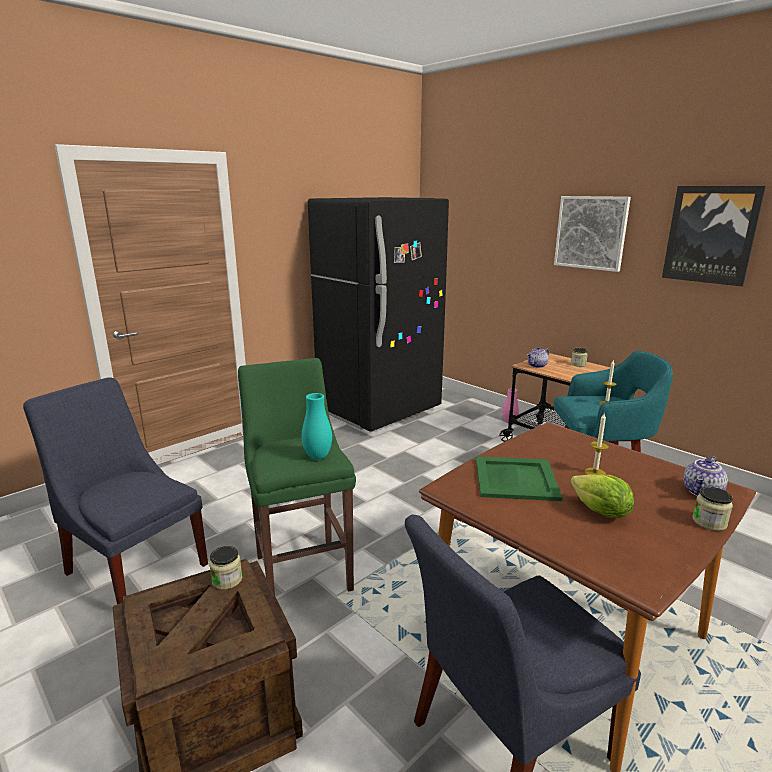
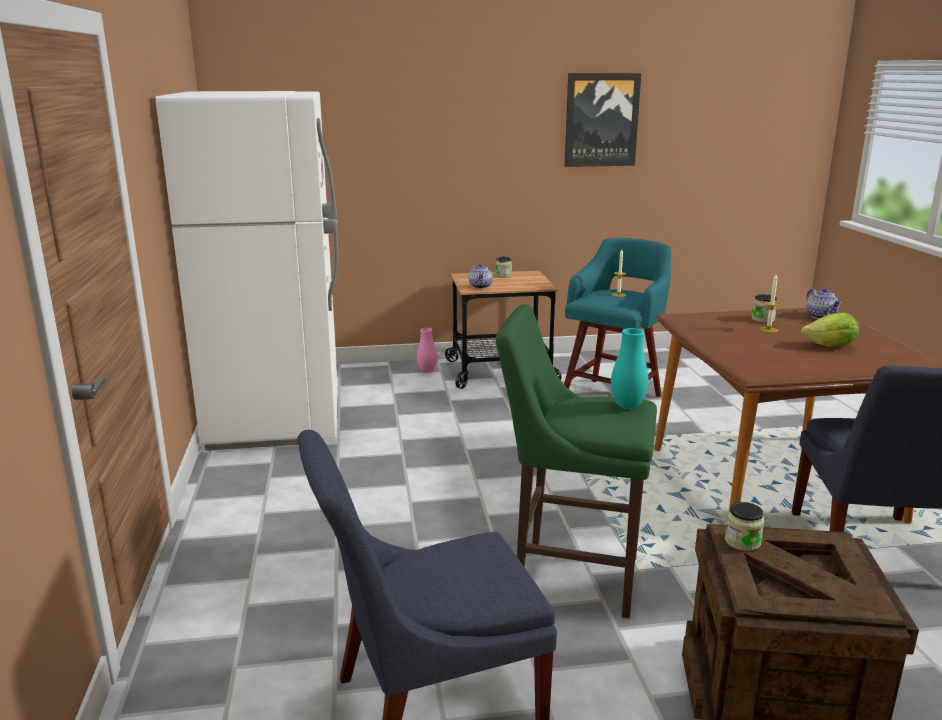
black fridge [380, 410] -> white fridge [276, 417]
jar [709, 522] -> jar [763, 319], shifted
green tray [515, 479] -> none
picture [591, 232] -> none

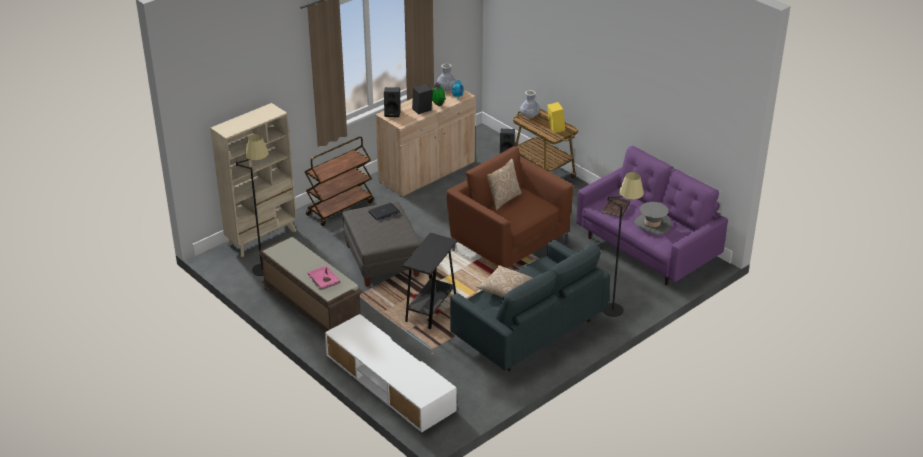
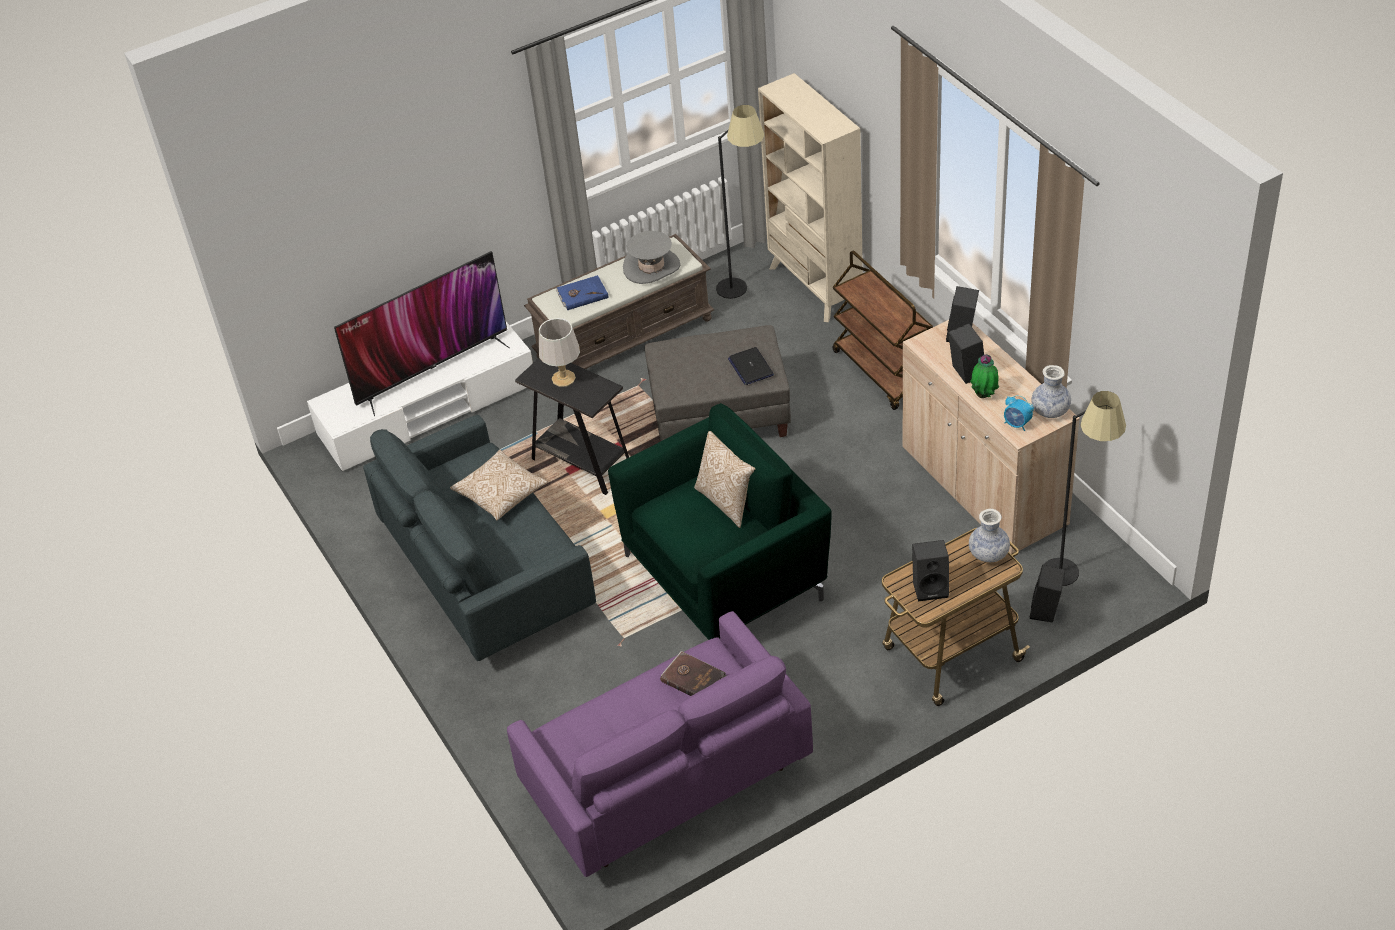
none -> television [432, 369]
none -> grey table lamp [563, 379]
pink book [323, 279] -> blue book [582, 294]
brown armchair [508, 245] -> green armchair [727, 576]
grey hat [652, 224] -> grey hat [651, 267], shifted
yellow speaker [554, 129] -> black speaker [931, 587]
black floor lamp [616, 304] -> black floor lamp [1075, 579], shifted

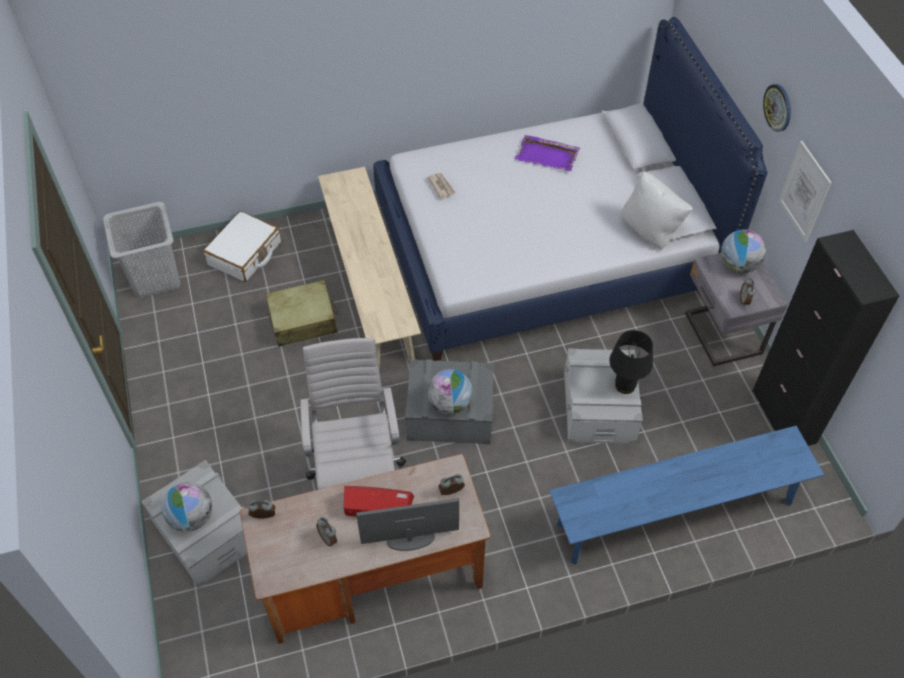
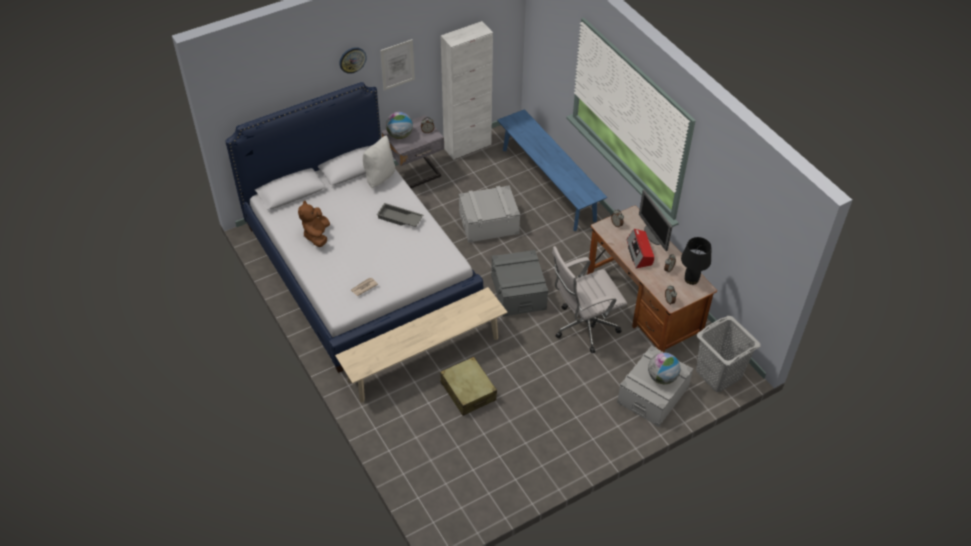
purple tray [547, 155] -> brown plush toy [317, 235]
none -> grey tray [399, 219]
black cabinet [783, 416] -> white cabinet [467, 146]
black table lamp [625, 386] -> black table lamp [691, 279], shifted
grey laundry basket [155, 277] -> grey laundry basket [718, 374], shifted
white suitcase [245, 254] -> none
globe [450, 404] -> none

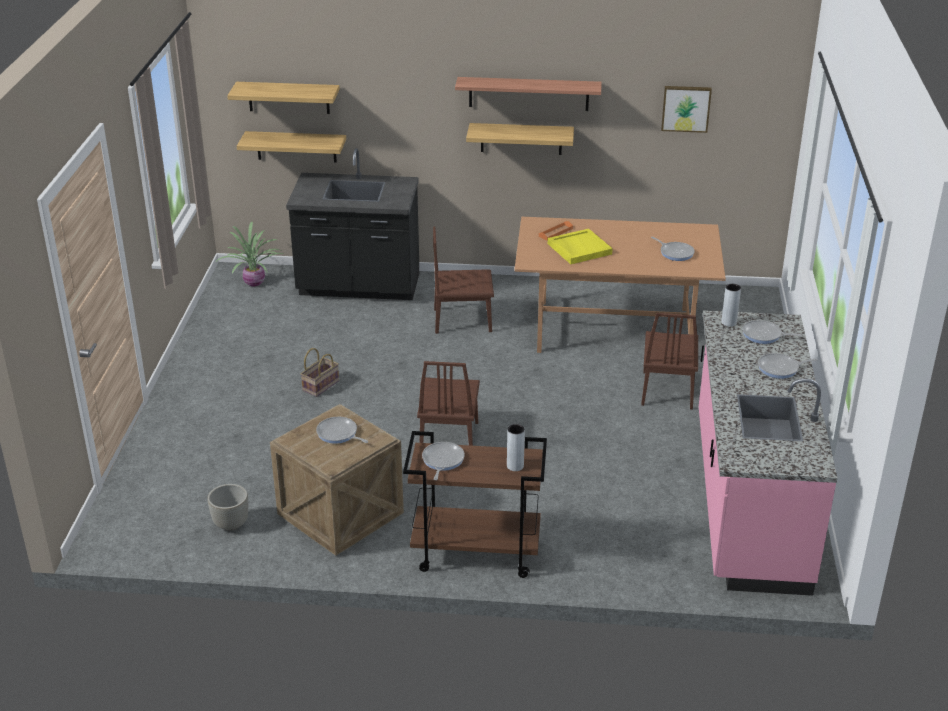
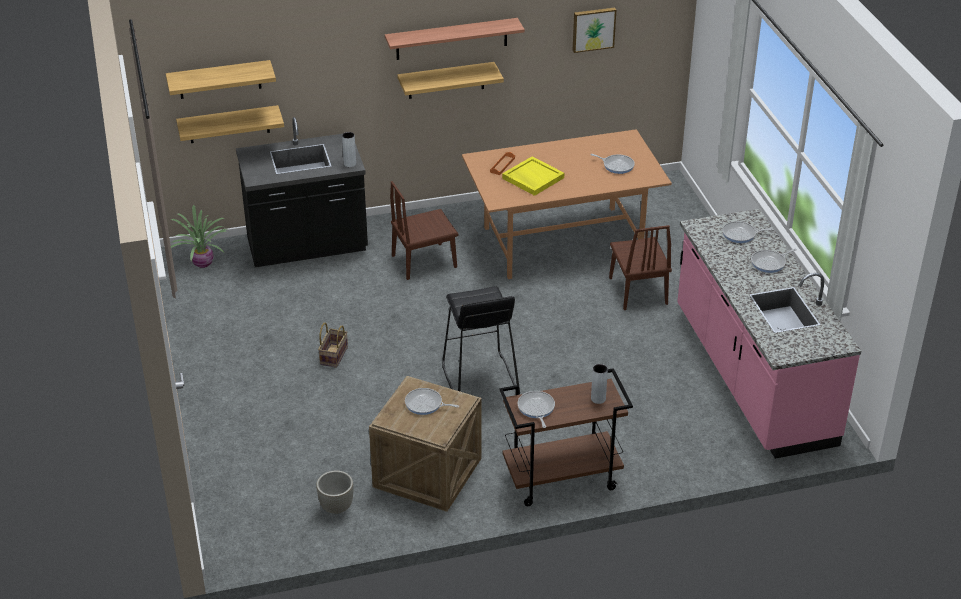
grey vase [728, 322] -> grey vase [350, 164], shifted
brown chair [449, 439] -> black stool [479, 380]

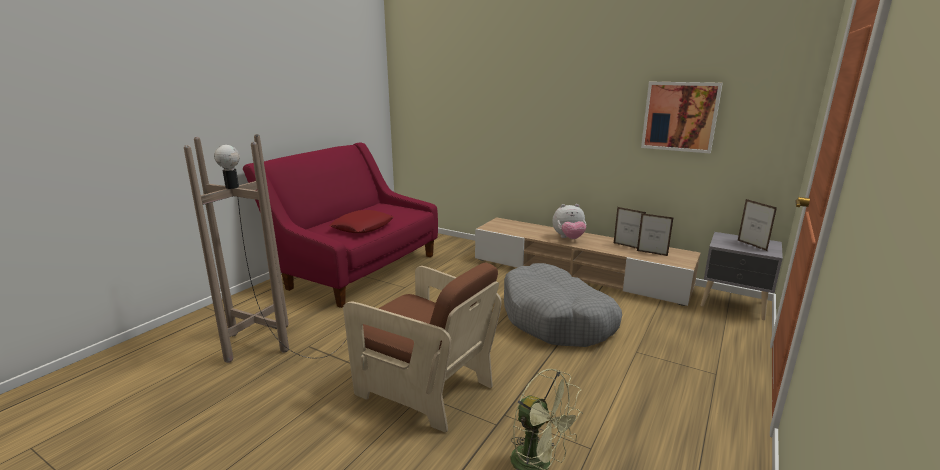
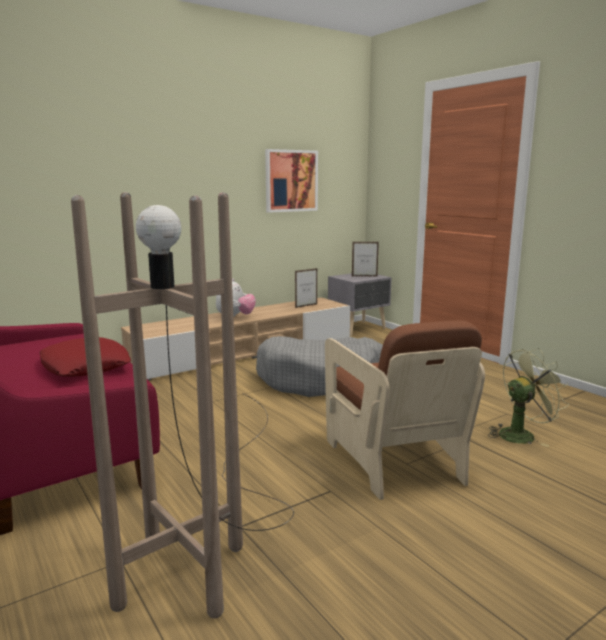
brown armchair [425, 388] -> brown armchair [395, 460], 105 degrees clockwise
picture frame [627, 246] -> none

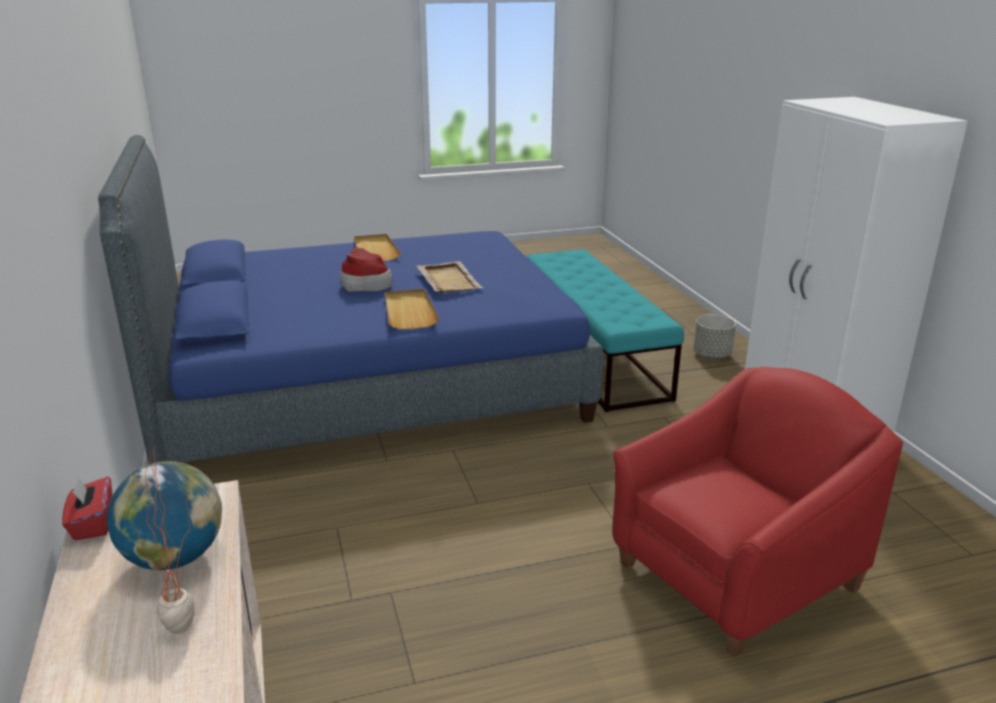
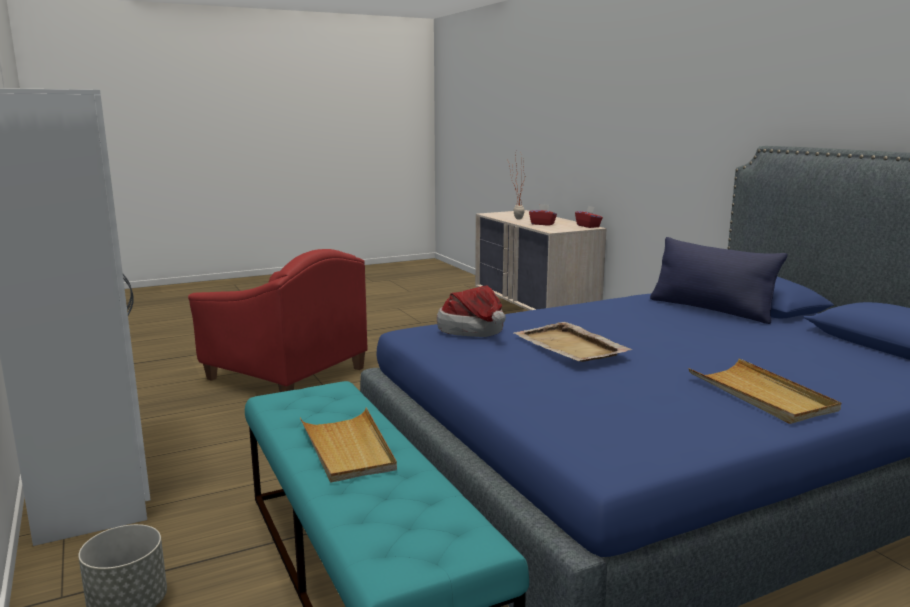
red armchair [734, 575] -> red armchair [284, 375], 105 degrees counterclockwise
beige tray [409, 312] -> beige tray [348, 449], shifted
hat [365, 284] -> hat [474, 331], shifted
globe [175, 557] -> red tissue box [542, 224]
none -> blue pillow [710, 309]

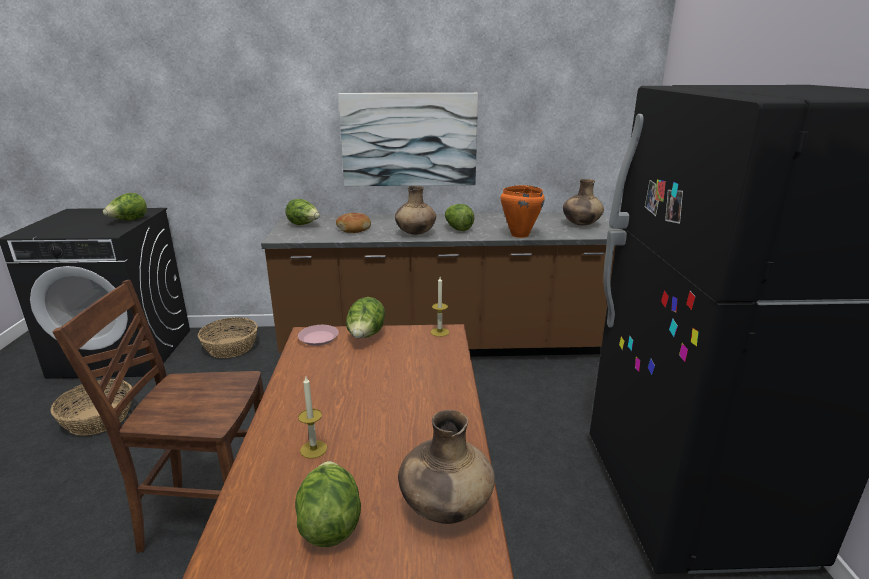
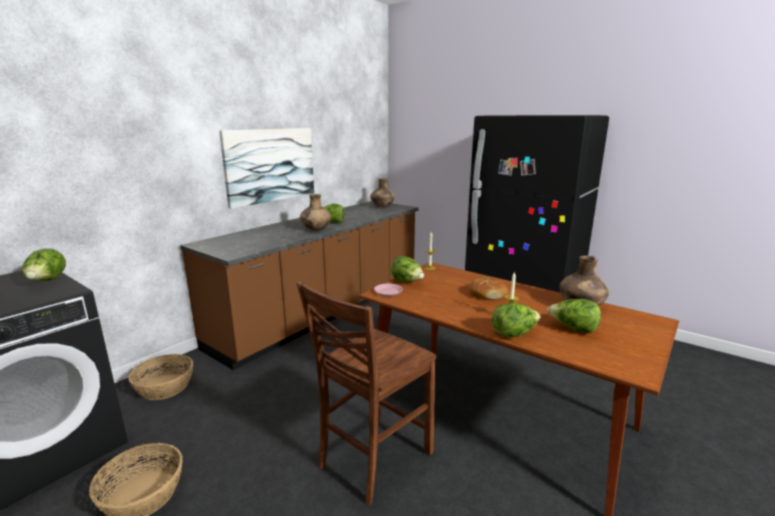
bread [354, 228] -> bread [487, 294], shifted
lettuce [304, 225] -> lettuce [513, 334], shifted
orange cooking pot [519, 235] -> none

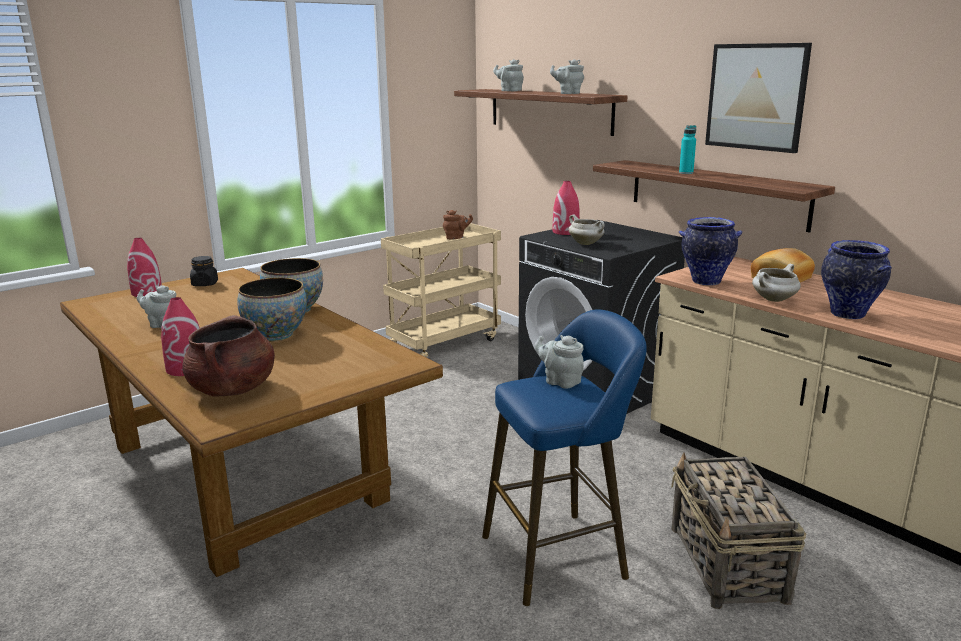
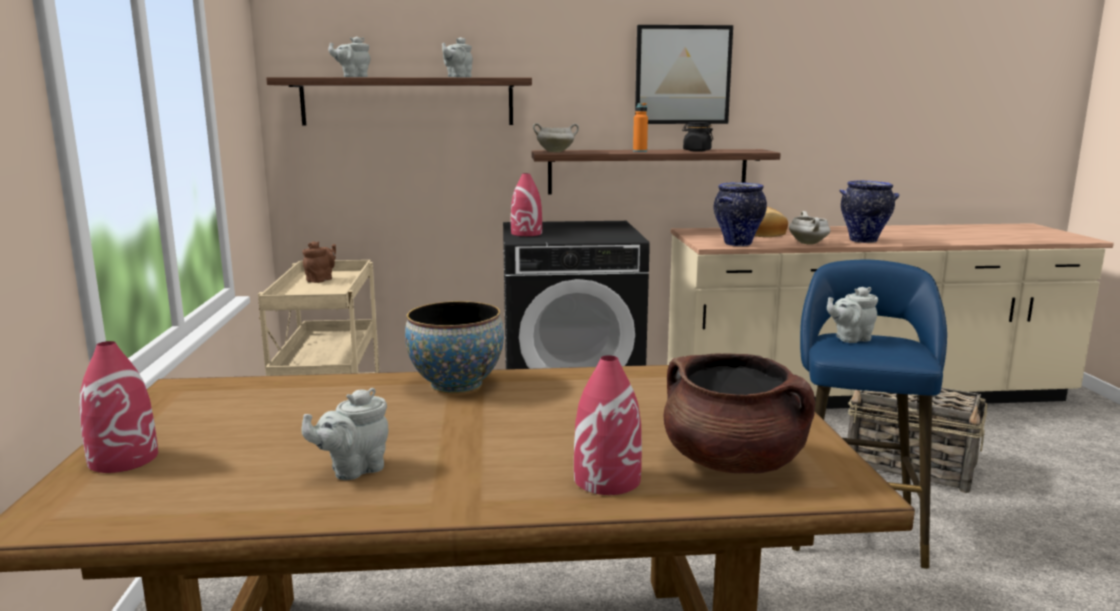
white cooking pot [586, 243] -> white cooking pot [556, 152], shifted
turquoise bottle [686, 173] -> orange bottle [640, 151]
black jar [205, 284] -> black jar [696, 151], shifted
bowl [275, 335] -> none

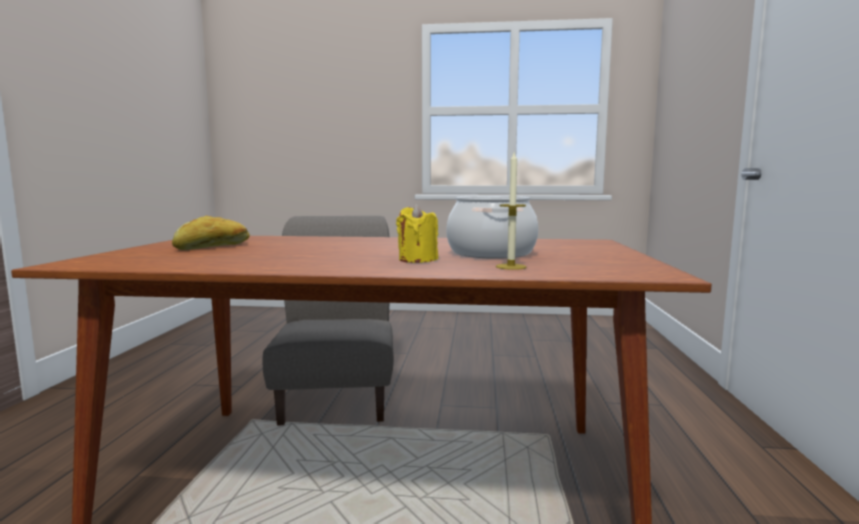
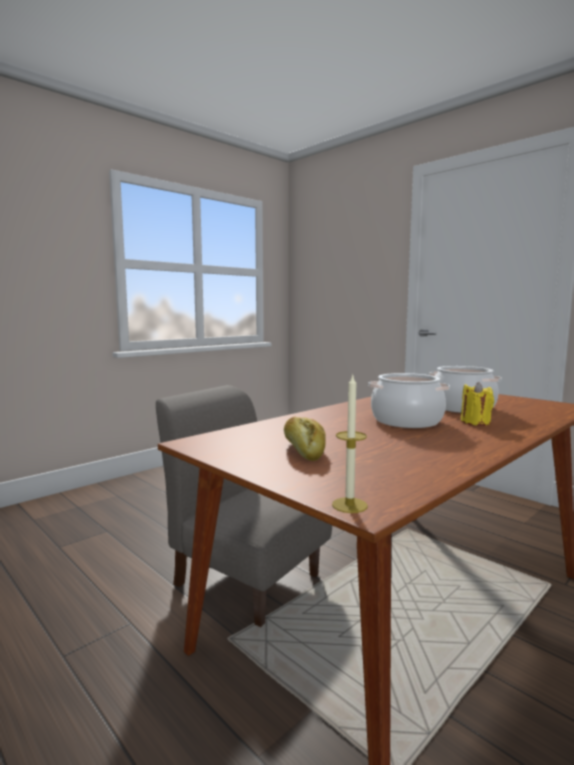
candle [511, 267] -> candle [349, 505], shifted
none -> cooking pot [407, 421]

